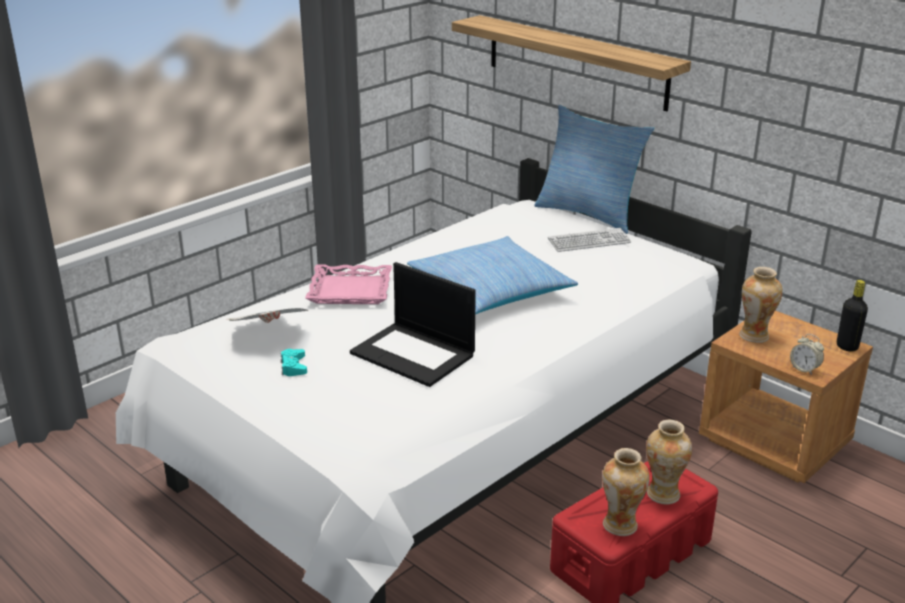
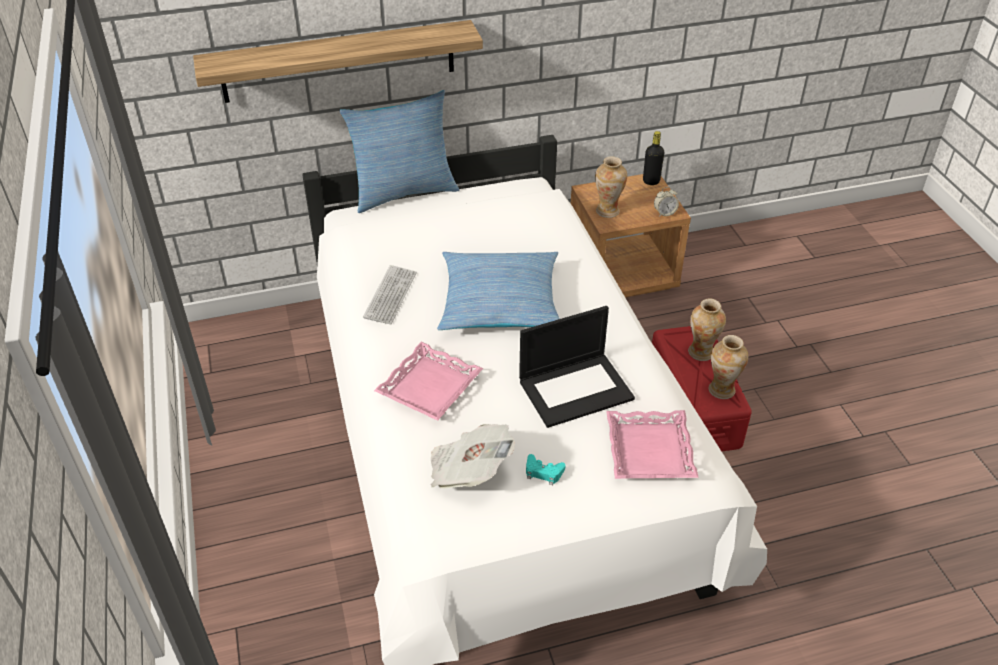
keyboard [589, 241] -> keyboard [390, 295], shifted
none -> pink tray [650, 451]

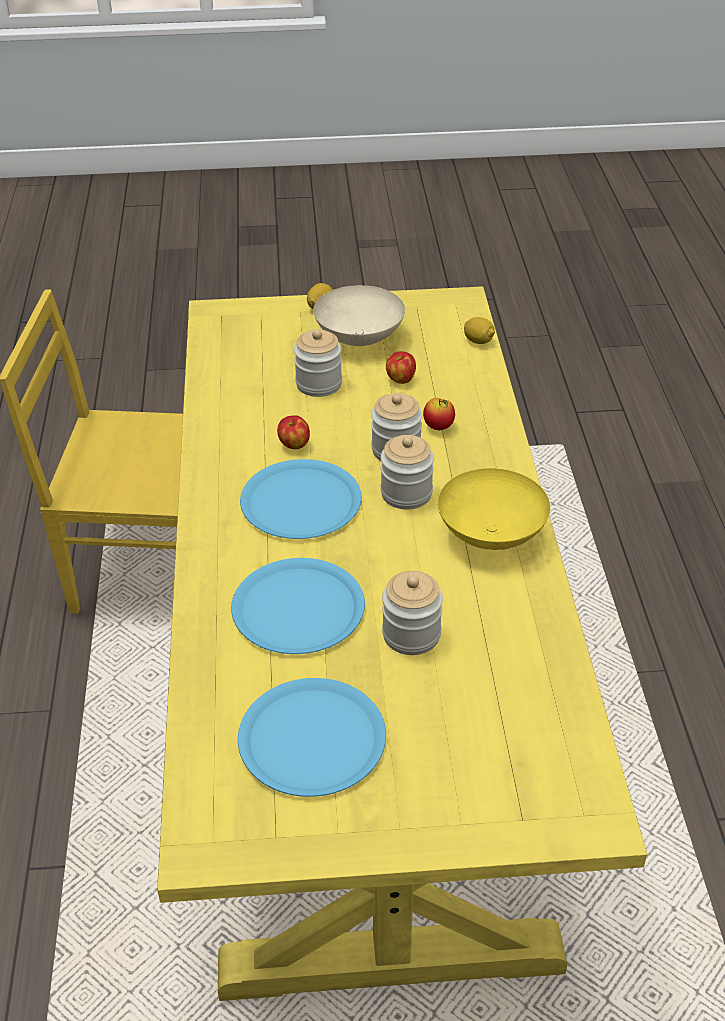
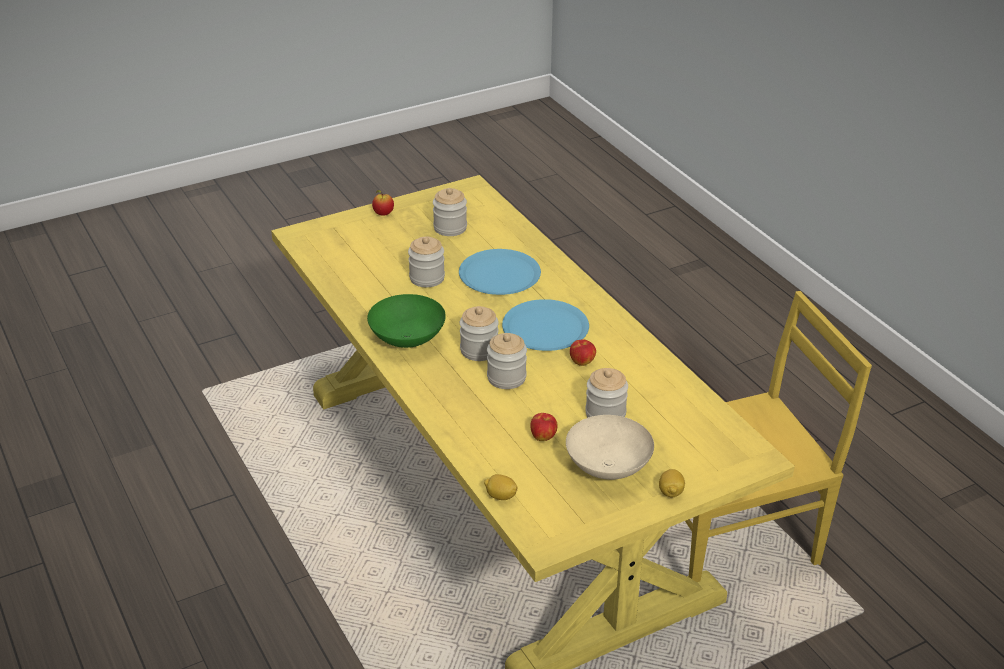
yellow bowl [489, 534] -> green bowl [409, 340]
apple [438, 427] -> apple [383, 214], shifted
blue plate [312, 739] -> jar [450, 228]

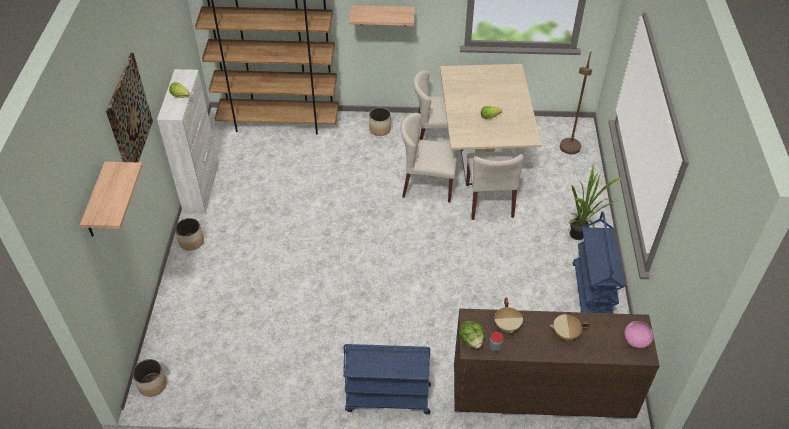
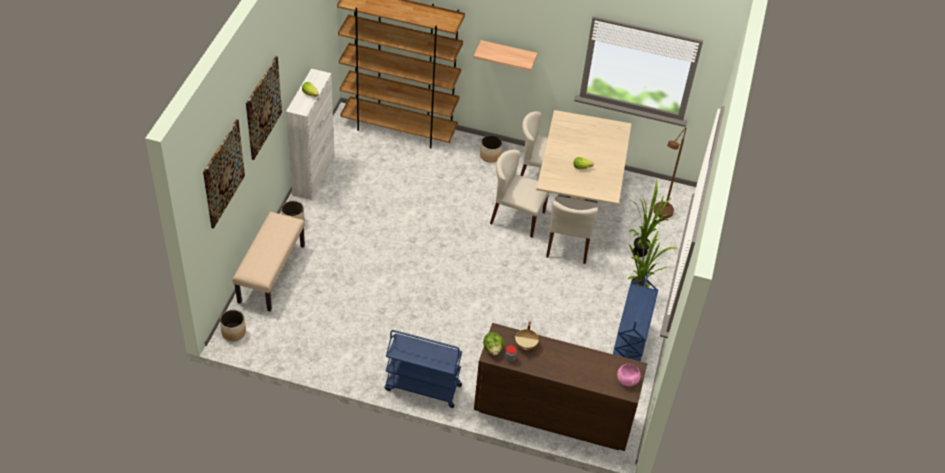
shelf [96, 202] -> picture [223, 173]
none -> beige bench [271, 273]
none -> potted plant [642, 250]
beige cooking pot [565, 334] -> none

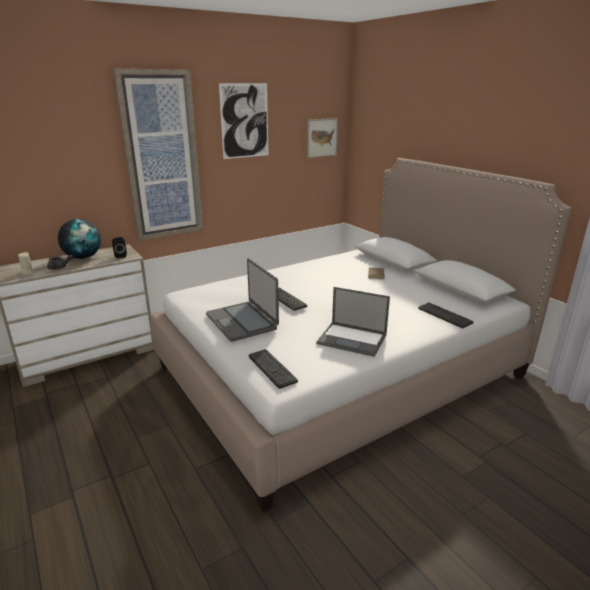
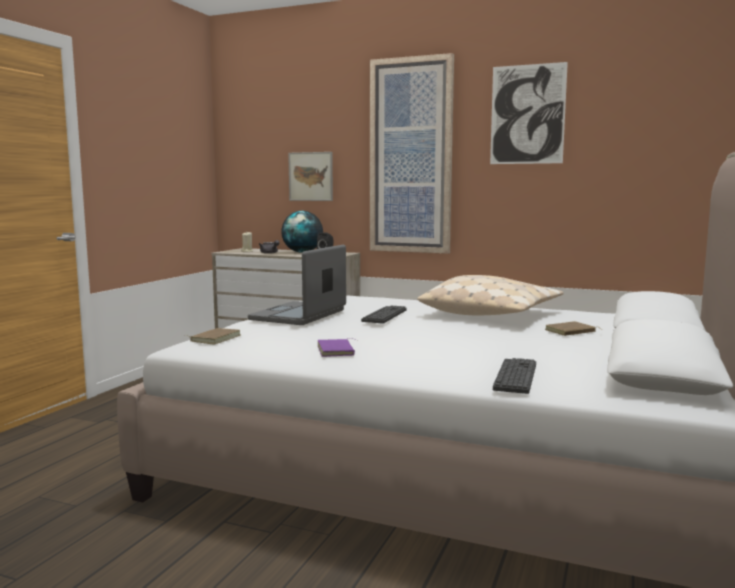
keyboard [272, 368] -> brown book [214, 338]
picture [322, 137] -> picture [311, 176], shifted
laptop [353, 339] -> purple book [337, 351]
none -> beige pillow [492, 314]

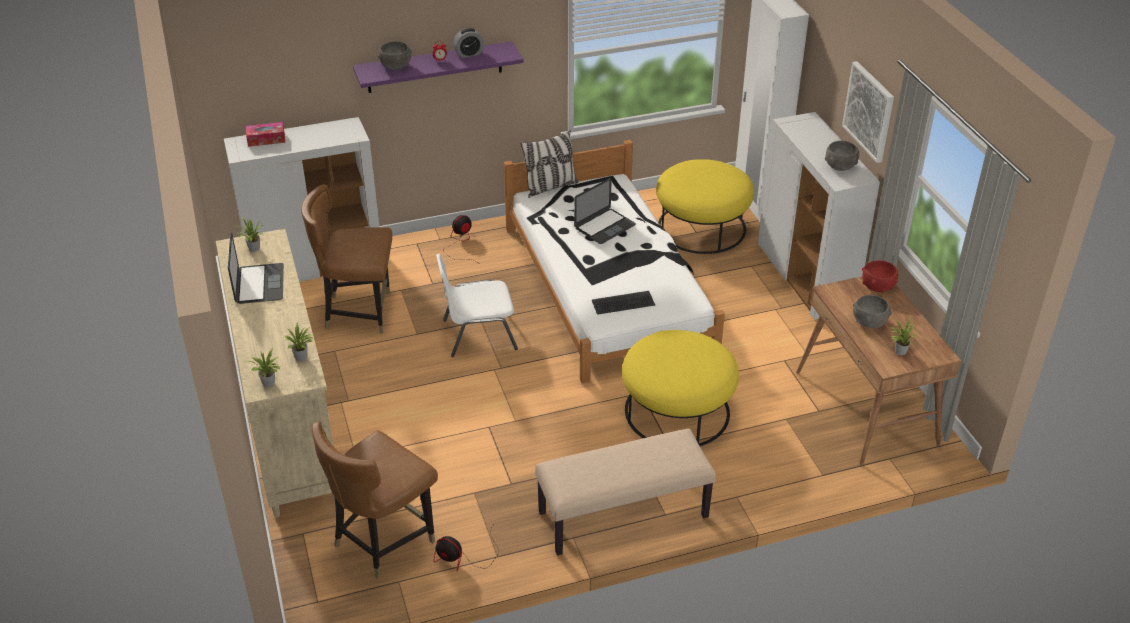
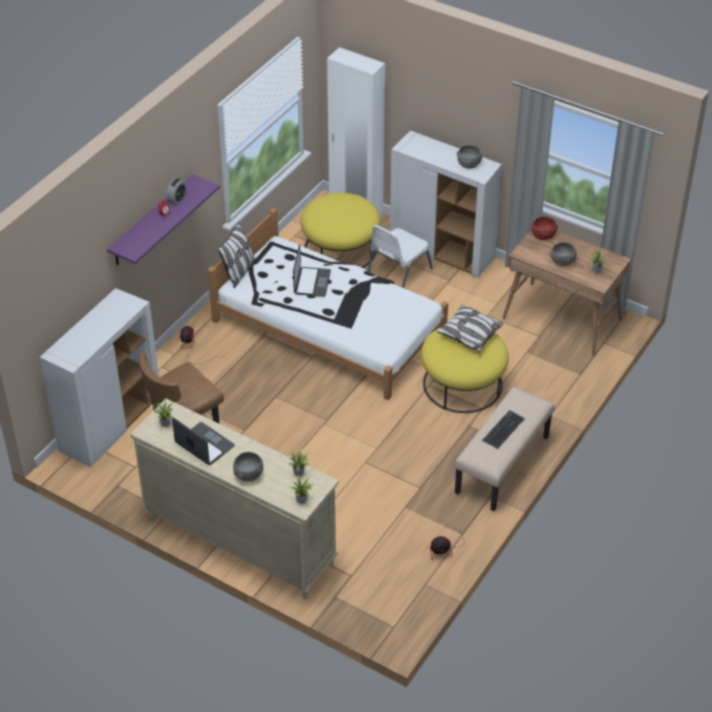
grey bowl [396, 66] -> grey bowl [248, 474], shifted
white chair [478, 334] -> white chair [398, 272], shifted
none -> pillow [469, 335]
keyboard [623, 303] -> keyboard [504, 430], shifted
tissue box [266, 139] -> none
brown chair [382, 540] -> none
picture [869, 111] -> none

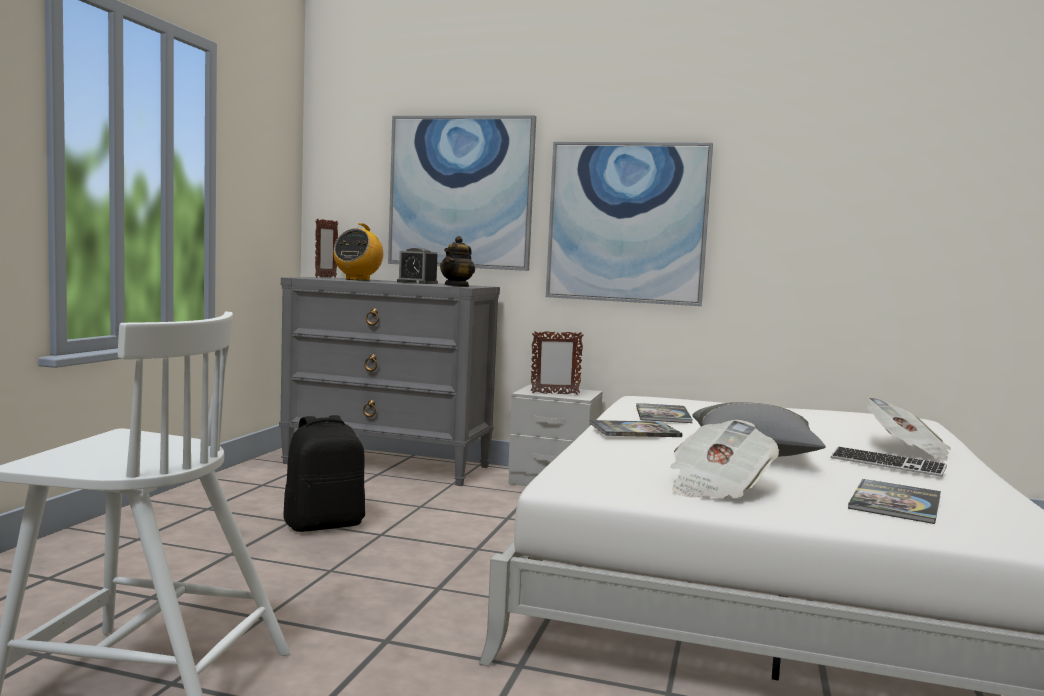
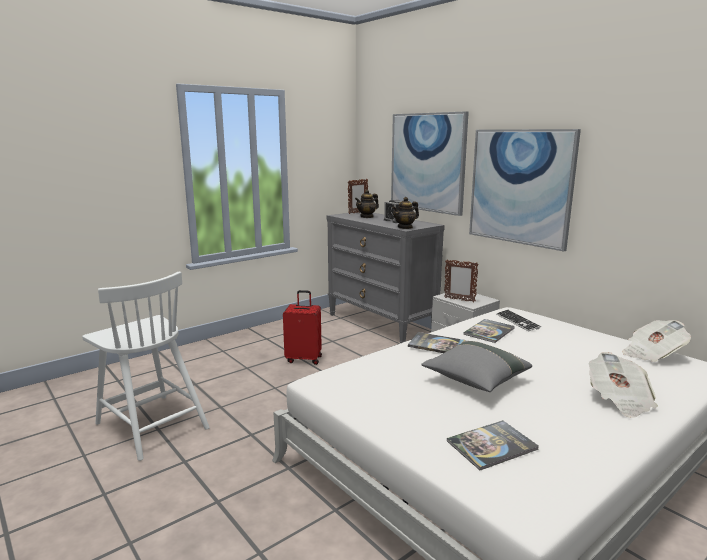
black backpack [324, 524] -> red suitcase [304, 359]
radio [357, 280] -> teapot [367, 217]
keyboard [887, 464] -> keyboard [517, 321], shifted
newspaper [716, 488] -> newspaper [651, 354], shifted

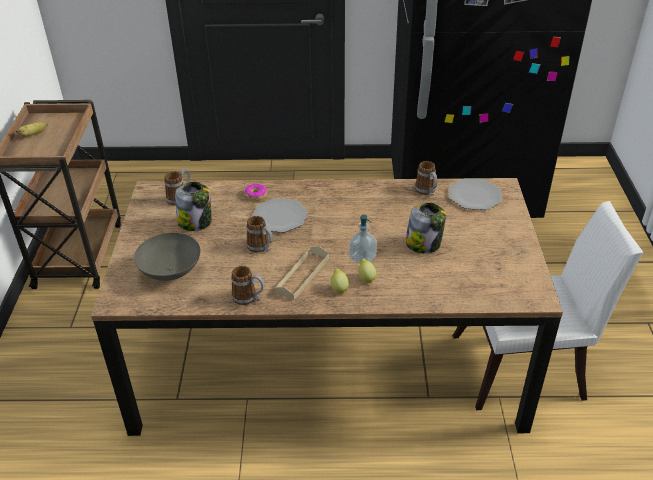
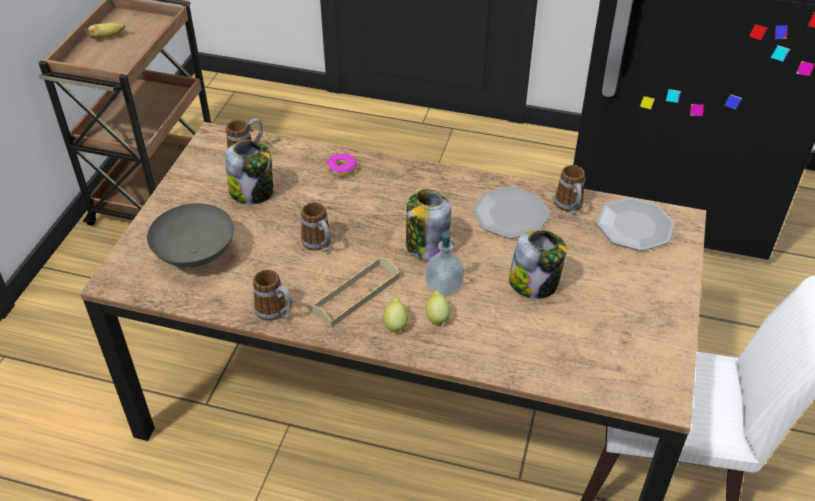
none -> jar [427, 246]
plate [280, 217] -> plate [510, 214], shifted

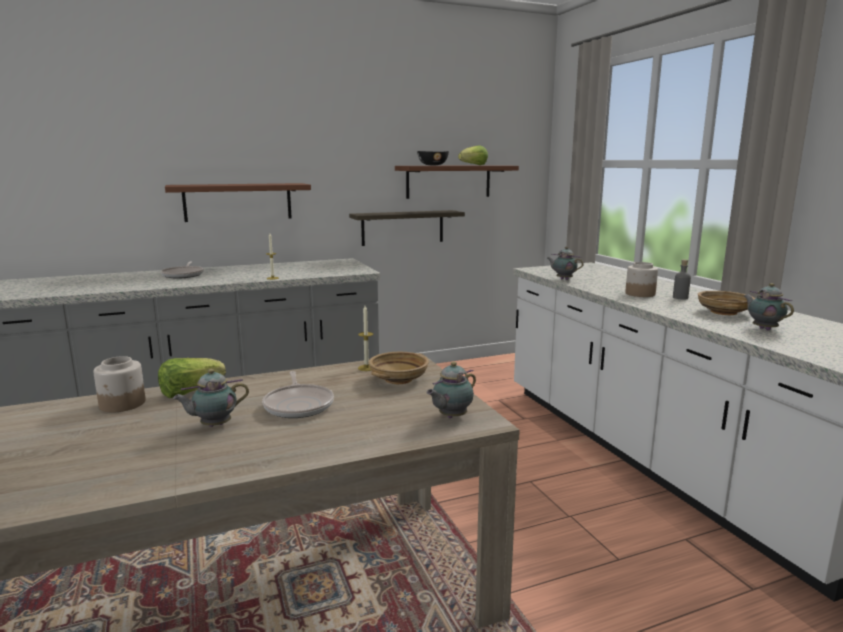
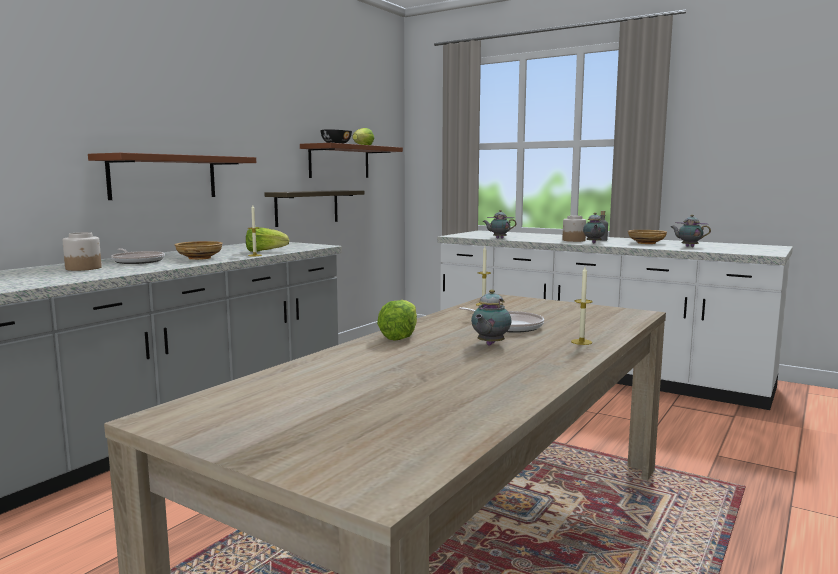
jar [122, 404] -> jar [84, 268], shifted
beige bowl [398, 379] -> beige bowl [199, 258], shifted
none -> lettuce [265, 251]
none -> candle [581, 342]
teapot [451, 417] -> teapot [593, 243], shifted

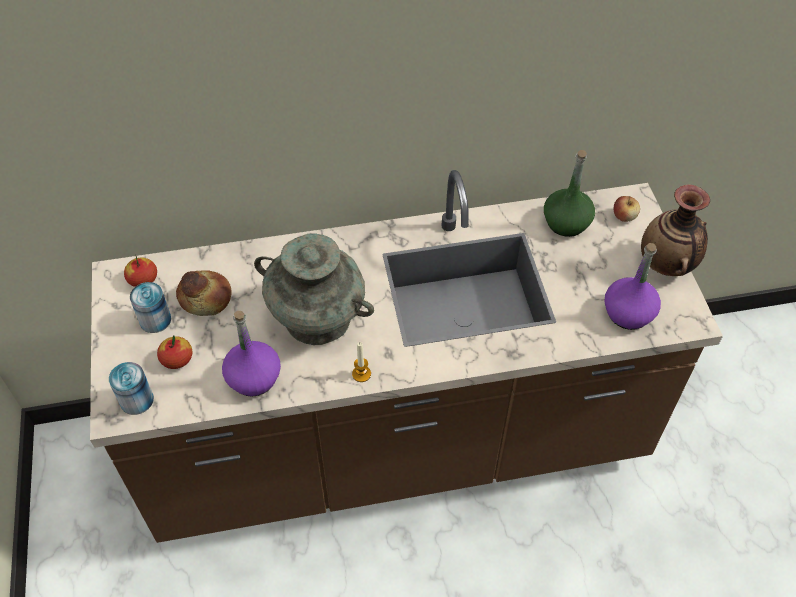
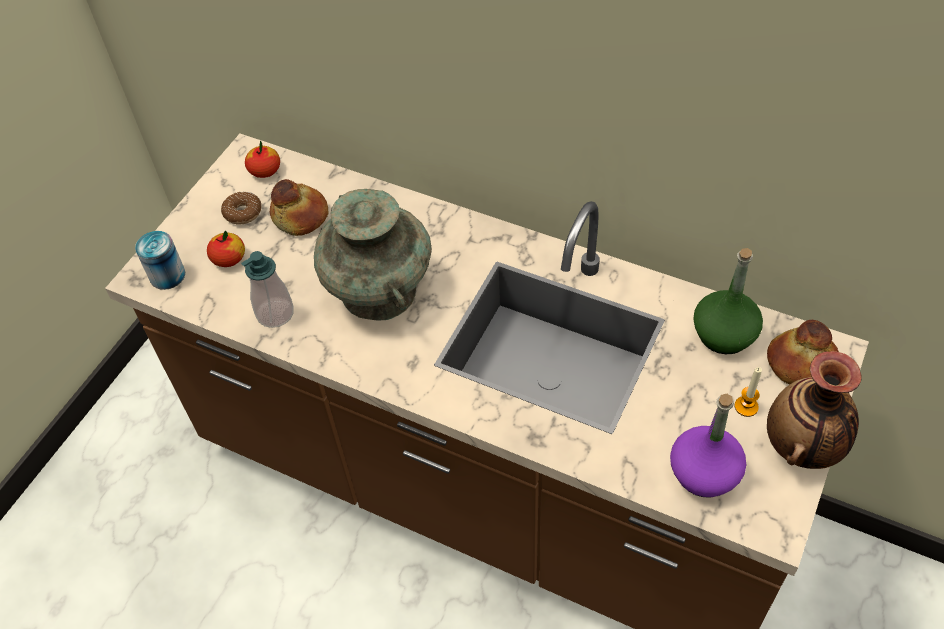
can [155, 320] -> donut [243, 212]
purple bottle [254, 378] -> soap dispenser [275, 313]
candle [361, 374] -> candle [746, 406], shifted
apple [624, 216] -> bread [800, 364]

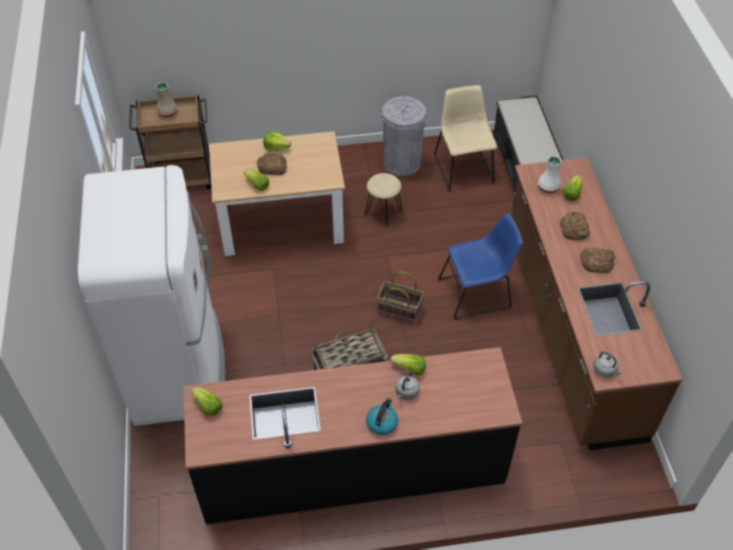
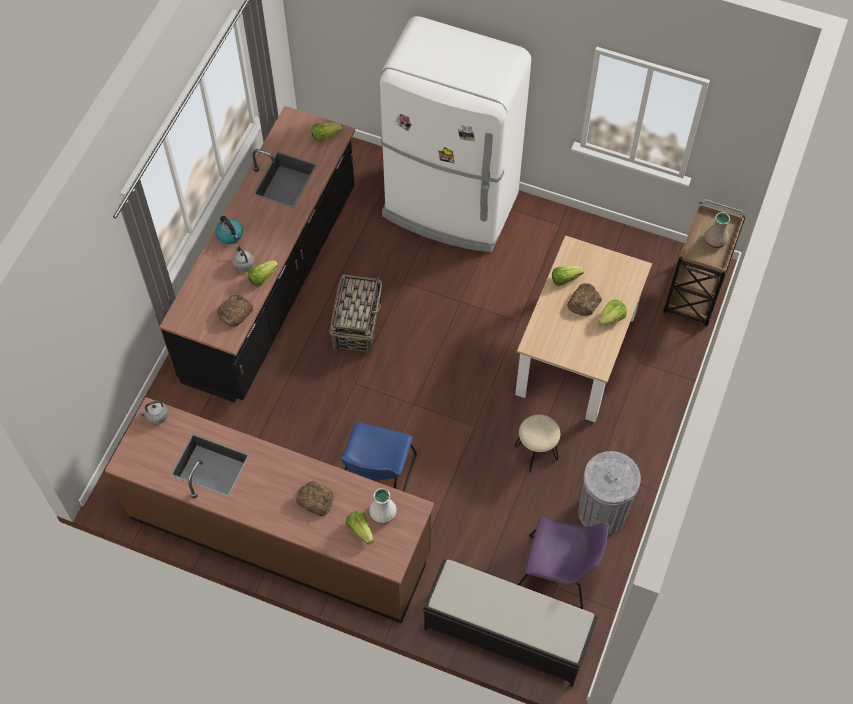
bread [597, 262] -> bread [235, 313], shifted
beige chair [463, 167] -> purple chair [559, 573]
basket [399, 310] -> none

